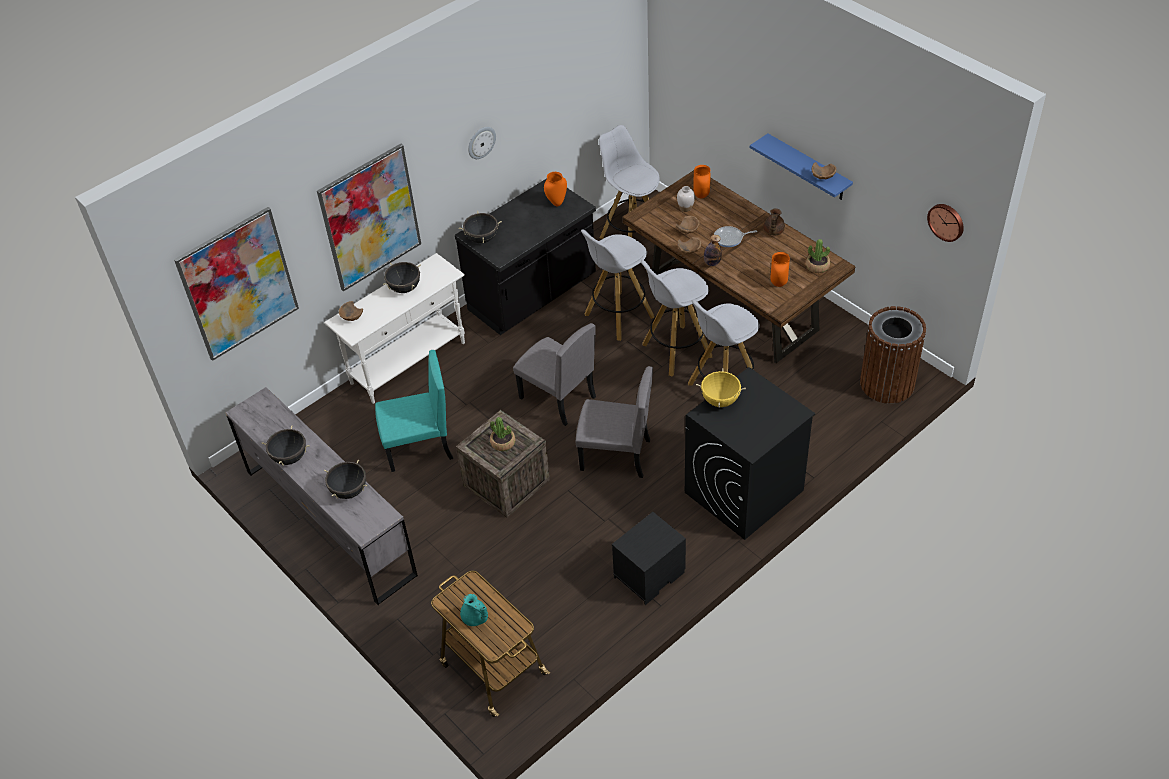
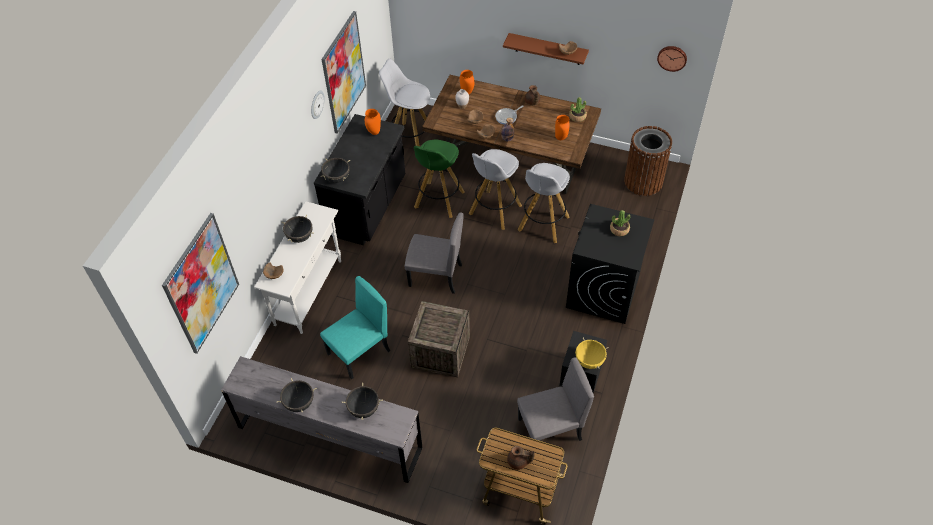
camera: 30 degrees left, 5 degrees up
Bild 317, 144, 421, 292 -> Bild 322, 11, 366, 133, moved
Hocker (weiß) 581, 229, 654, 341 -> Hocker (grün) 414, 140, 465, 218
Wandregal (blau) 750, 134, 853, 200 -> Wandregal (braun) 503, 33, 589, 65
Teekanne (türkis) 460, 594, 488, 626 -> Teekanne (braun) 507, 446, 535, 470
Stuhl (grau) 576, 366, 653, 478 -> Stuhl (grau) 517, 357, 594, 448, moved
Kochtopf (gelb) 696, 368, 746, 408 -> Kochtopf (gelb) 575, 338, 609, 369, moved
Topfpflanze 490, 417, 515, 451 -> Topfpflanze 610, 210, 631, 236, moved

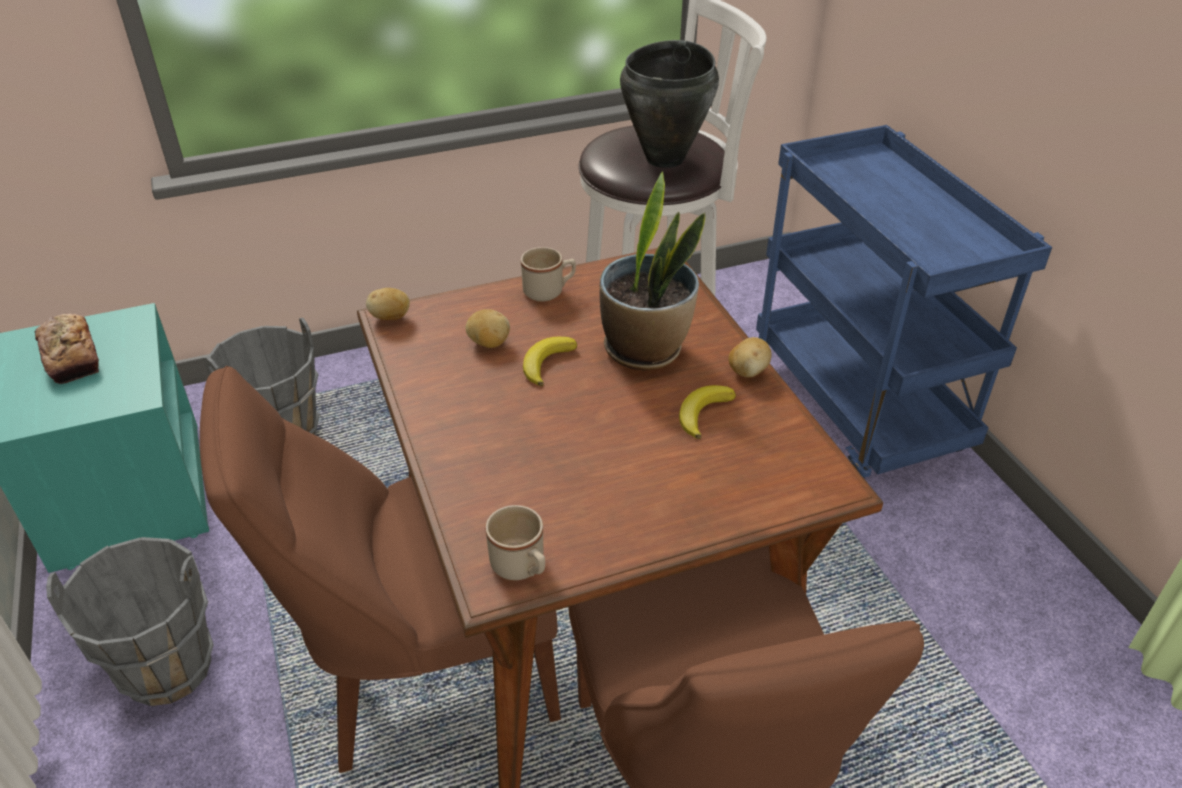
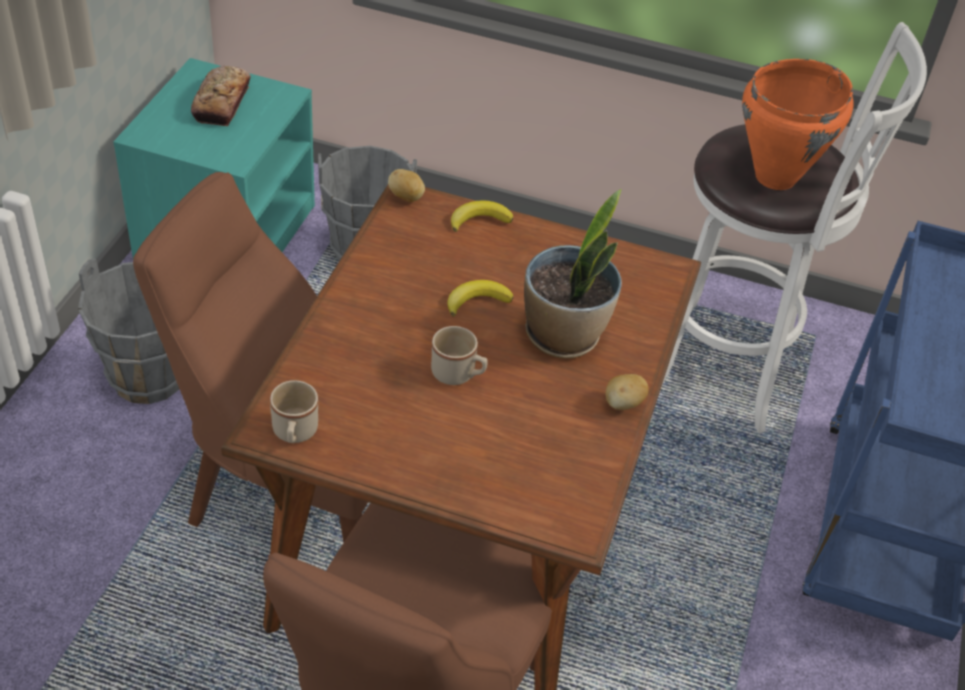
camera: 35 degrees right, 5 degrees up
Henkelbecher (beige) 521, 247, 576, 302 -> Henkelbecher (beige) 431, 326, 488, 385, moved
Banane 679, 385, 736, 439 -> Banane 451, 200, 513, 232, moved
Kochtopf (schwarz) 620, 40, 719, 168 -> Kochtopf (orange) 742, 59, 854, 190
Kartoffel 466, 309, 510, 348 -> none

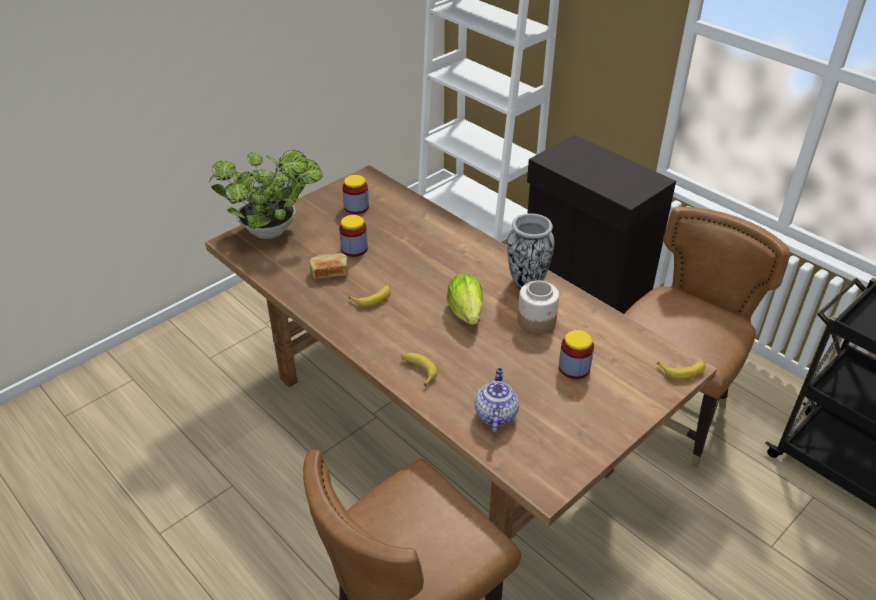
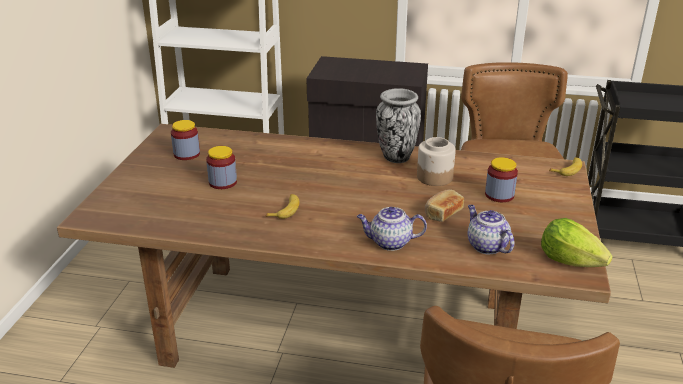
camera: 35 degrees left, 10 degrees down
Banane 402, 353, 438, 387 -> Teekanne 357, 207, 427, 251
Brot 309, 253, 348, 279 -> Brot 425, 189, 464, 222, moved
Salatkopf 447, 273, 483, 325 -> Salatkopf 541, 218, 613, 267, moved
Topfpflanze 209, 150, 323, 239 -> none

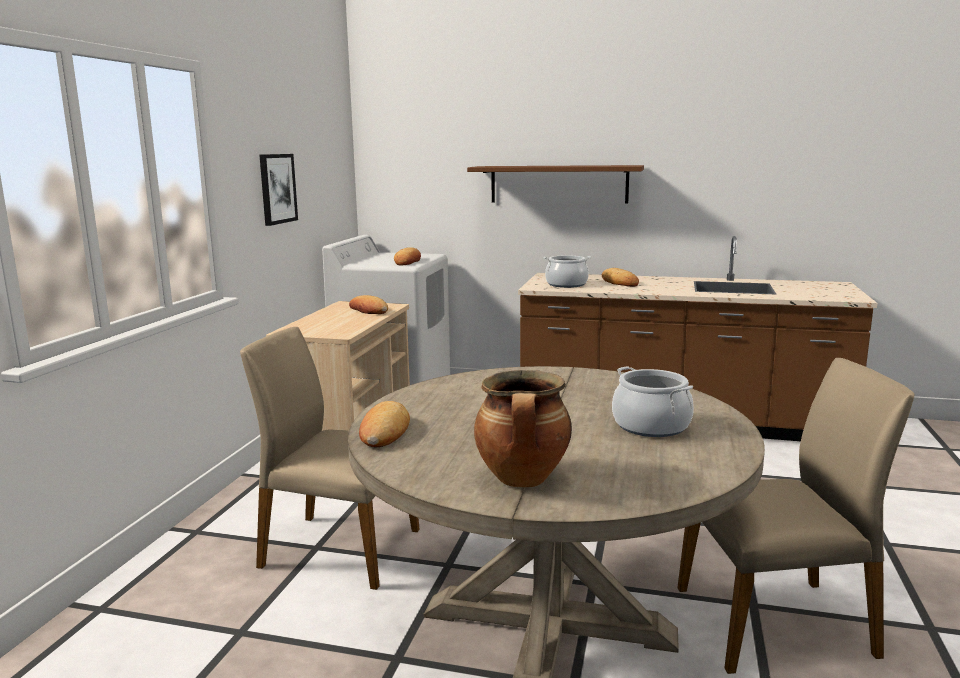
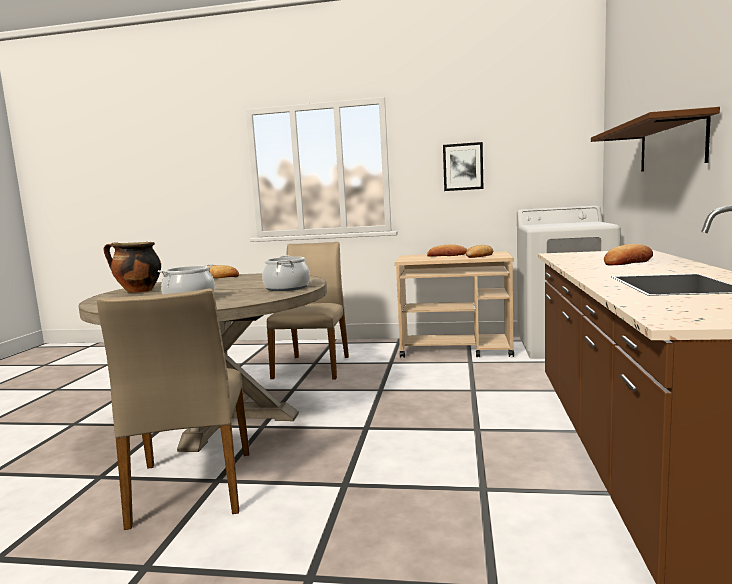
camera: 85 degrees right, 5 degrees down
Kochtopf 543, 255, 591, 288 -> Kochtopf 262, 255, 310, 291, moved
Brot 394, 247, 421, 265 -> Brot 427, 244, 467, 257, moved

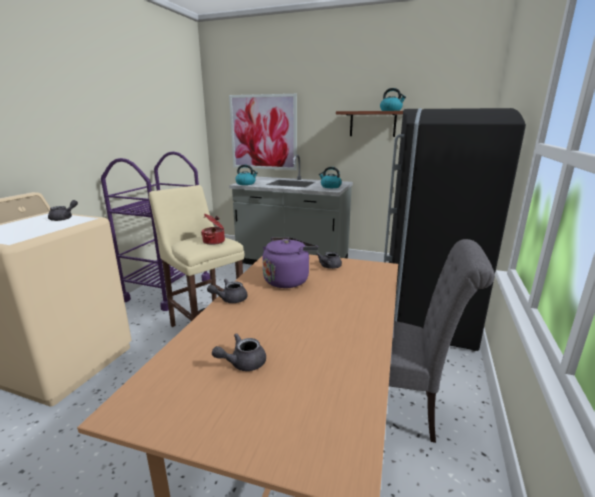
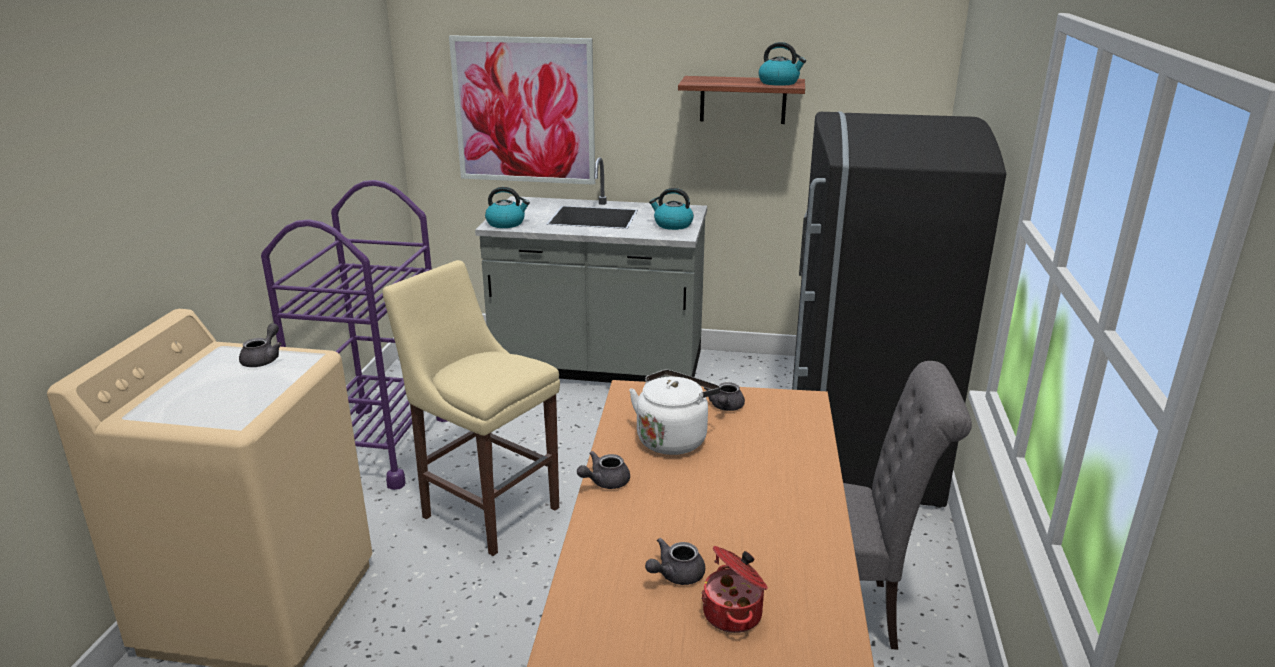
camera: 10 degrees left, 5 degrees up
Wasserkessel (lila) 262, 237, 318, 288 -> Wasserkessel (weiß) 629, 370, 720, 455
Kochtopf 201, 214, 225, 245 -> Kochtopf 701, 546, 768, 633, moved

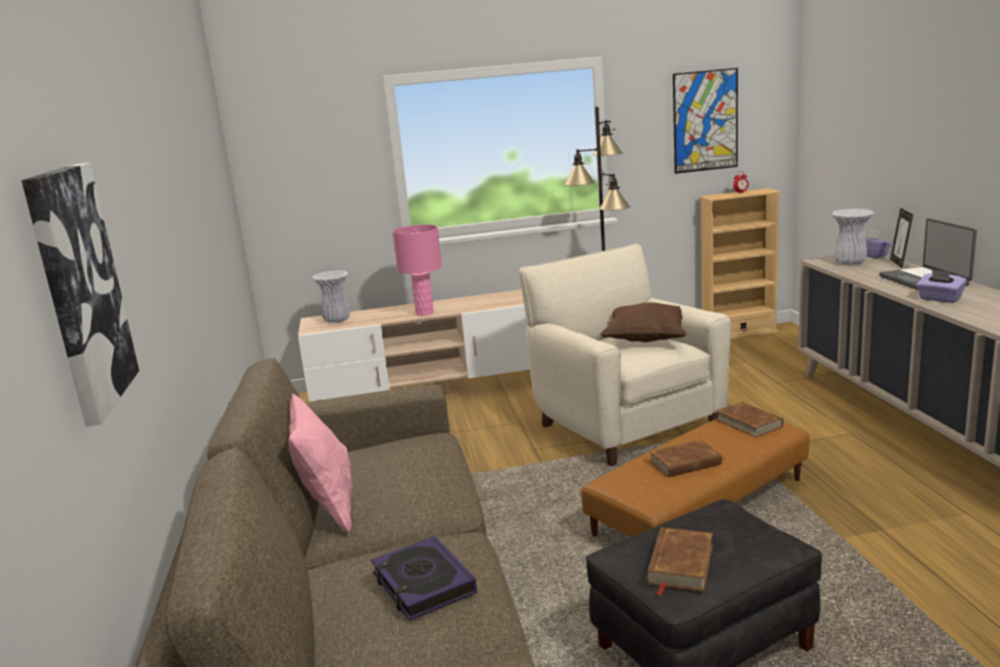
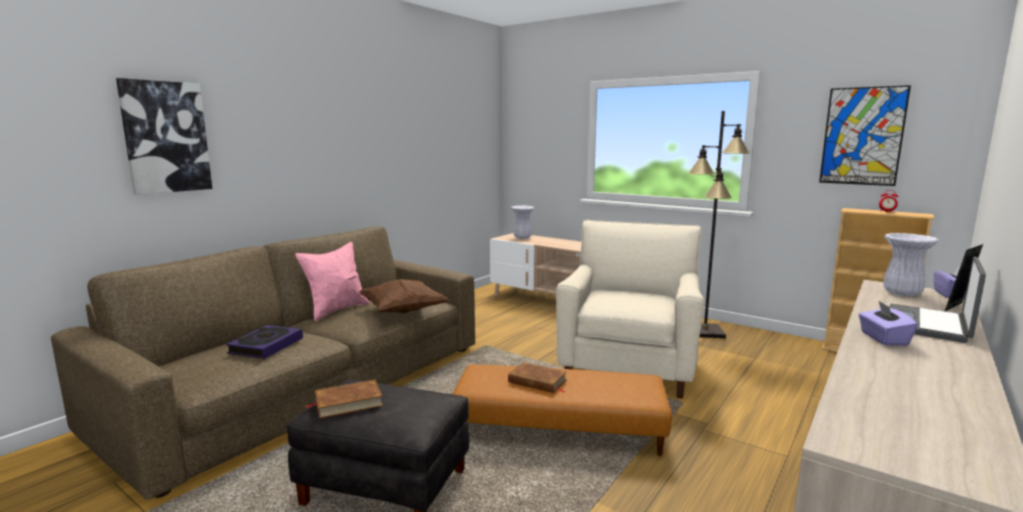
camera: 45 degrees right, 5 degrees down
Kissen (braun) 600, 302, 687, 342 -> Kissen (braun) 359, 279, 449, 313, moved
Tischlampe (rosa) 392, 225, 442, 316 -> none
Buch (braun) 716, 402, 783, 437 -> none

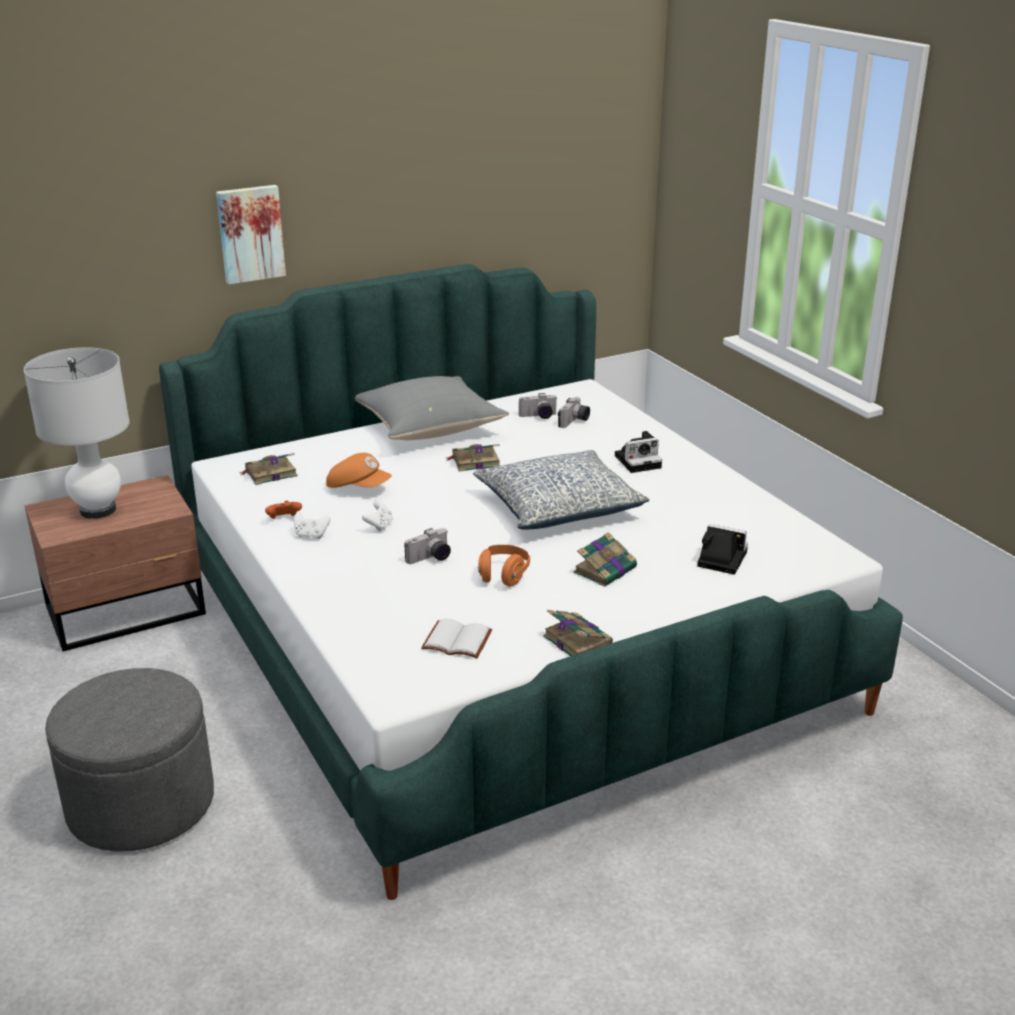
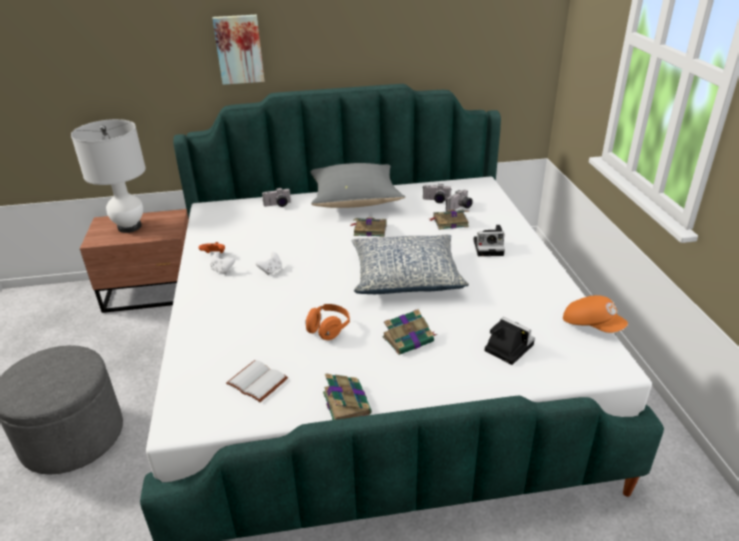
camera: 20 degrees right, 5 degrees up
Kamera 404, 528, 451, 564 -> Kamera 262, 188, 291, 207, moved
Buch 240, 453, 297, 485 -> Buch 429, 210, 469, 230, moved
Kappe (orange) 326, 453, 392, 488 -> Kappe (orange) 563, 295, 628, 333, moved

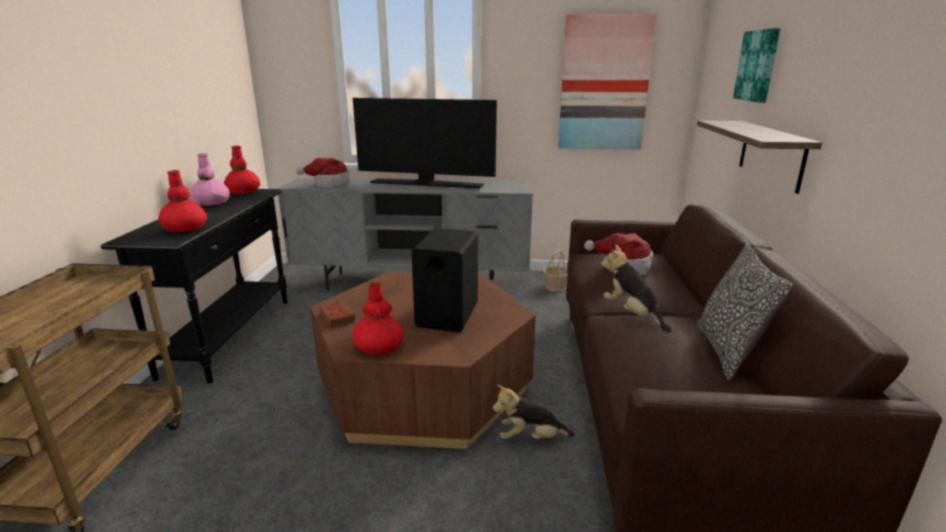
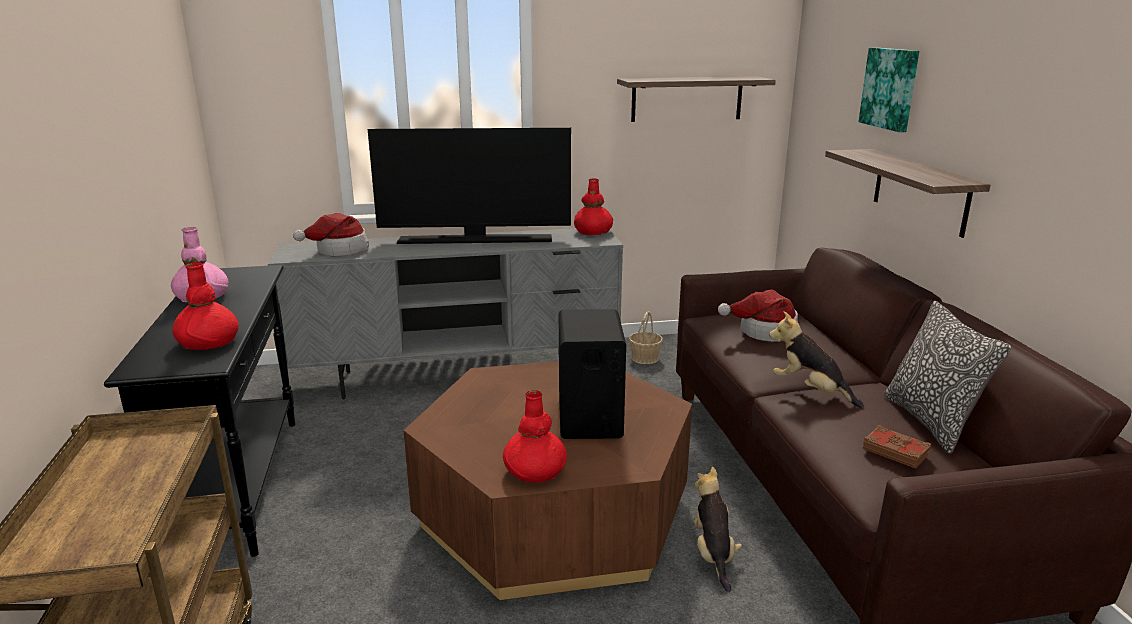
camera: 15 degrees left, 0 degrees up
Vase (rot) 224, 146, 260, 194 -> Vase (rot) 574, 178, 613, 235, moved
Bild 558, 14, 657, 149 -> Wandregal 617, 76, 776, 122
Plüschtier 493, 385, 575, 439 -> Plüschtier 694, 467, 742, 592, 105 degrees clockwise
Buch (braun) 319, 300, 356, 328 -> Buch (braun) 863, 425, 931, 468, moved

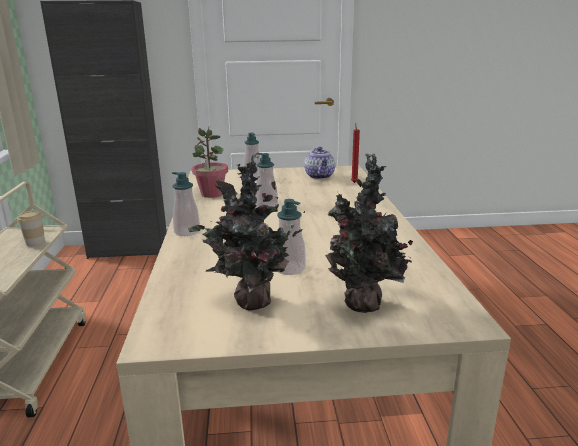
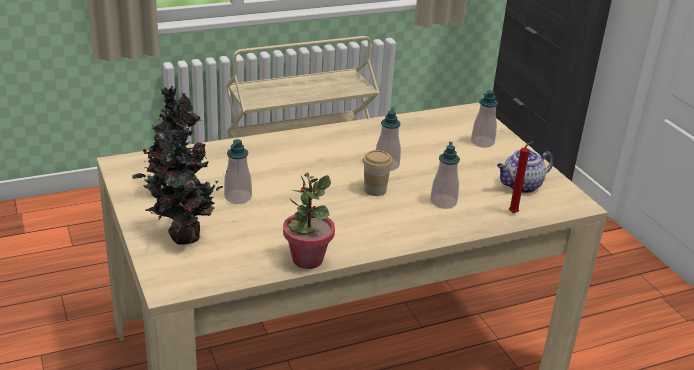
camera: 70 degrees right, 10 degrees up
Topfpflanze 192, 126, 228, 198 -> Topfpflanze 283, 172, 335, 269, moved
Tasse 17, 211, 45, 247 -> Tasse 363, 150, 393, 196, moved
Seifenspender 172, 172, 200, 236 -> Seifenspender 430, 142, 460, 209, moved

